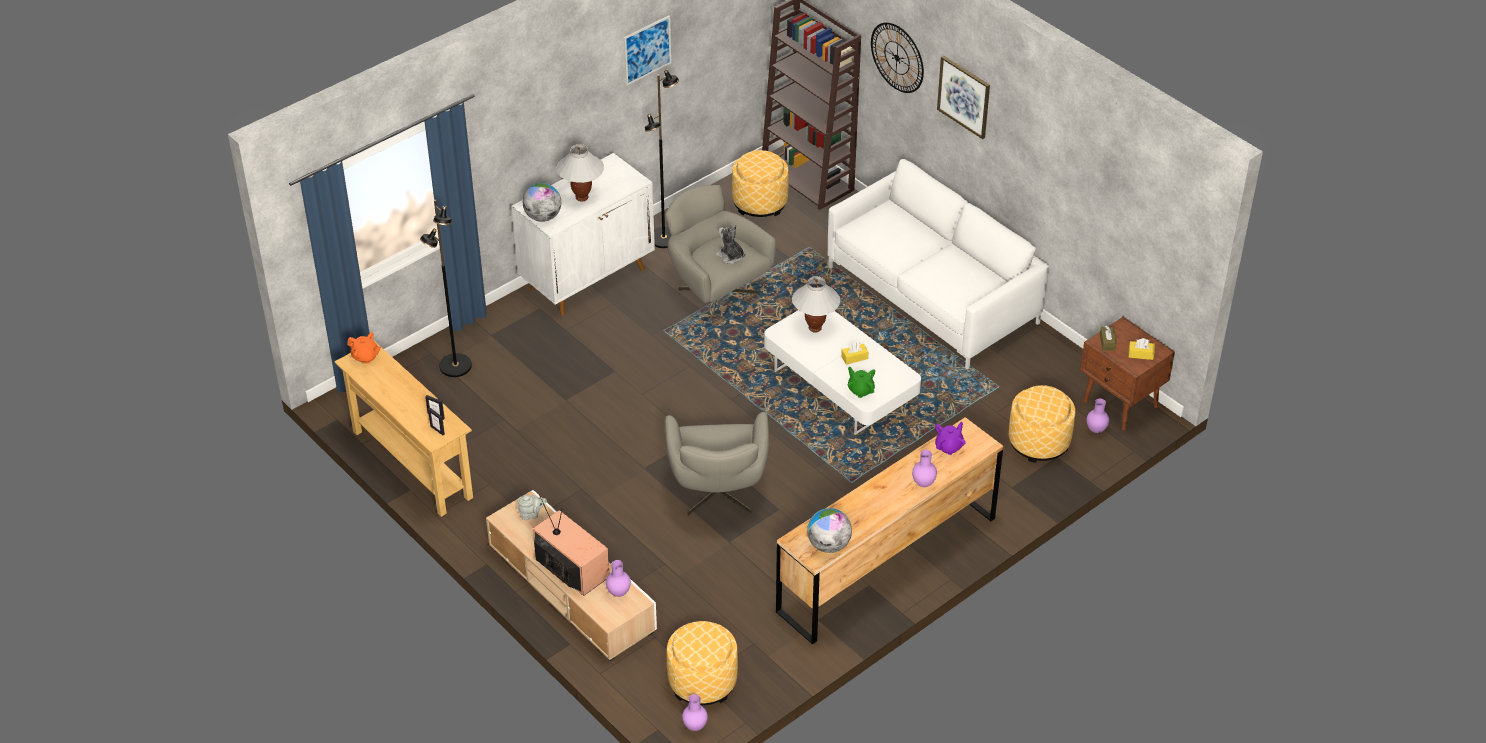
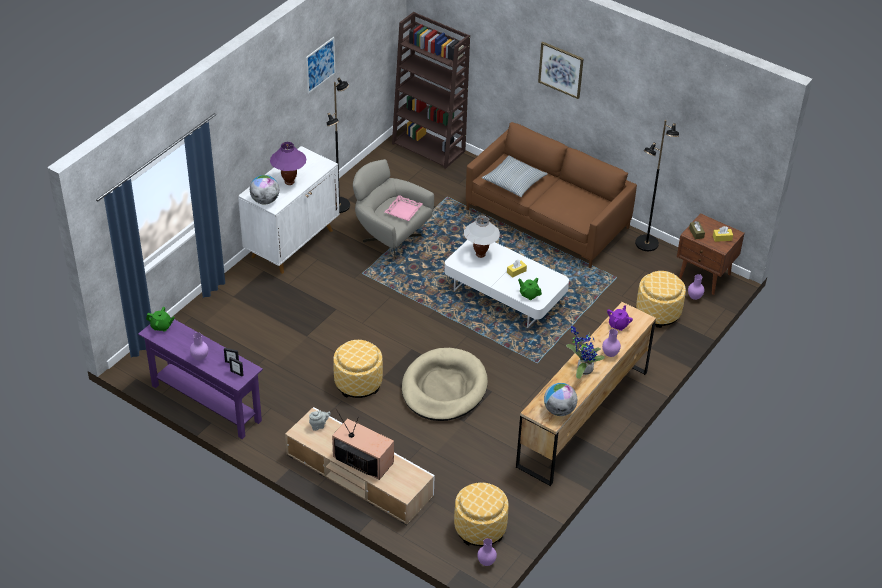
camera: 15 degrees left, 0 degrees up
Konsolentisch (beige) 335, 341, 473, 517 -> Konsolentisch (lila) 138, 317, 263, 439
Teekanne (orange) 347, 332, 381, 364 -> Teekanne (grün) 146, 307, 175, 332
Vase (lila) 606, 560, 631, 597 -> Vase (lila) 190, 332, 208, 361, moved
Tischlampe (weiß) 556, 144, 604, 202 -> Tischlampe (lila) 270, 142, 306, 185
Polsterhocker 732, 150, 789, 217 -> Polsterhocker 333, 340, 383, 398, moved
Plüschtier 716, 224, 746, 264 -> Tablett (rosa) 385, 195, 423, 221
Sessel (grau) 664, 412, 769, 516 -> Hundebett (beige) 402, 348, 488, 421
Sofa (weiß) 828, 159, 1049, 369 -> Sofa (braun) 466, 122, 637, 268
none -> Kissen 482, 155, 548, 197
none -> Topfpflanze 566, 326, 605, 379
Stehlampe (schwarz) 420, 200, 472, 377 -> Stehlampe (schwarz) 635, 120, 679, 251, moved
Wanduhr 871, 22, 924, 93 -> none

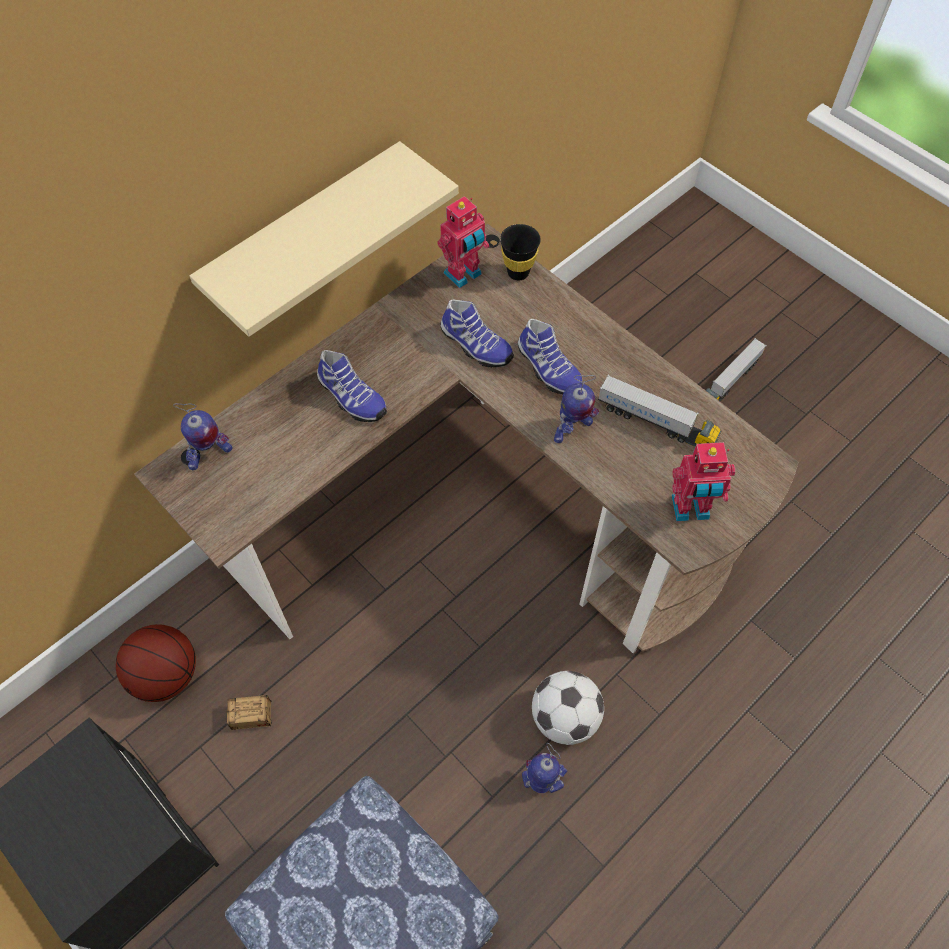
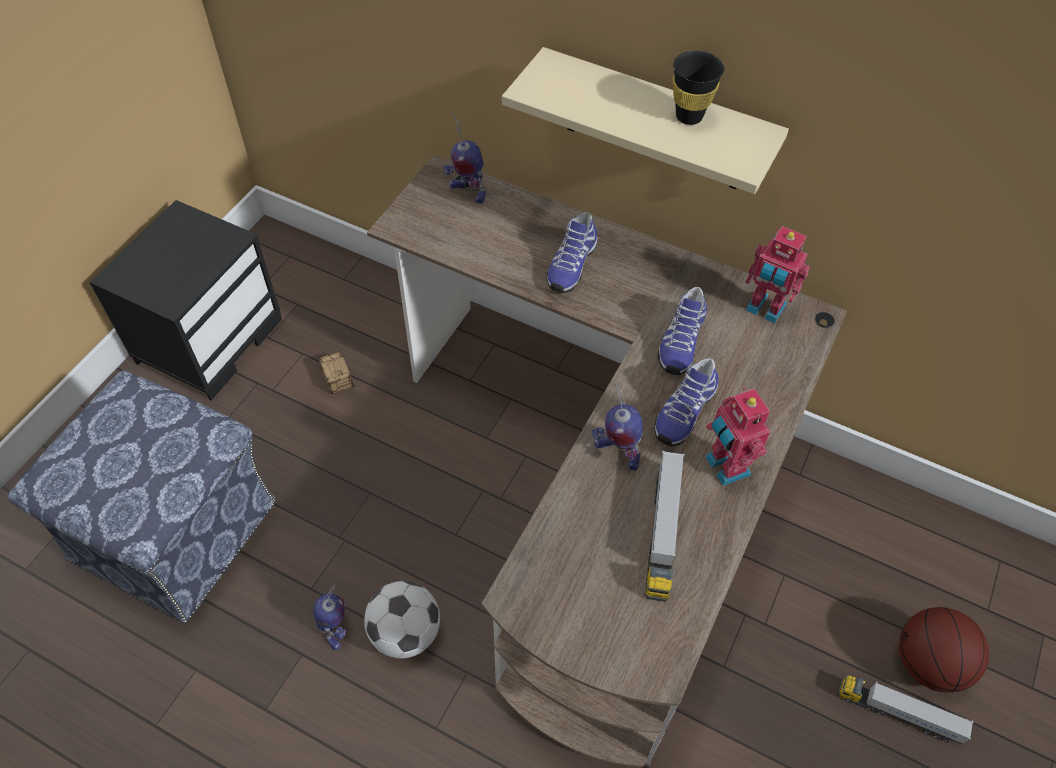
camera: 70 degrees right, 5 degrees down
Tasse (schwarz) 500, 224, 541, 280 -> Tasse (schwarz) 673, 51, 724, 125, moved
Spielzeugroboter 672, 442, 735, 521 -> Spielzeugroboter 706, 388, 771, 486, moved
Basketball 116, 624, 196, 702 -> Basketball 899, 607, 989, 693, moved

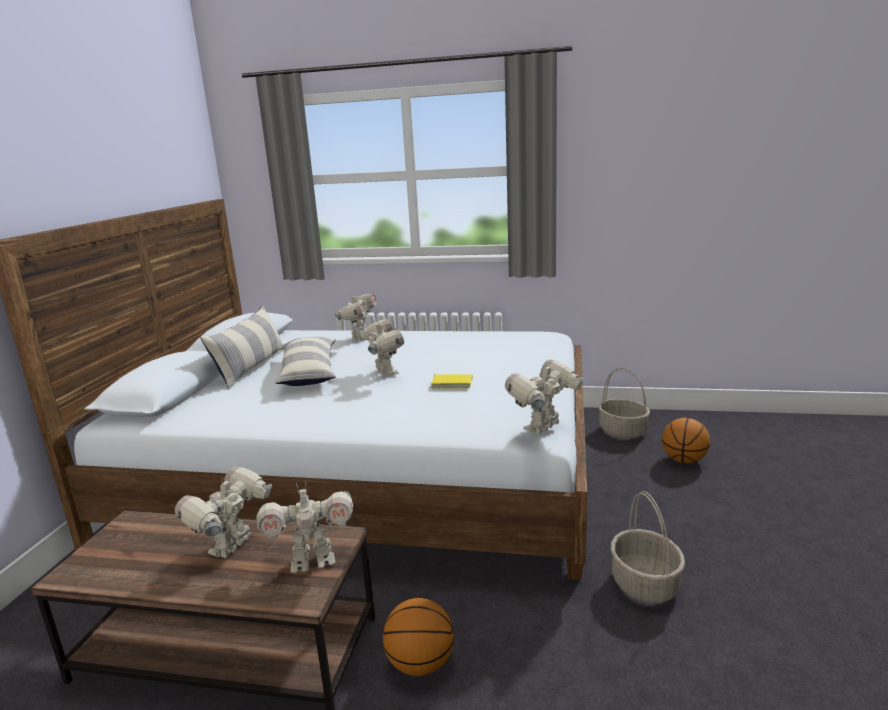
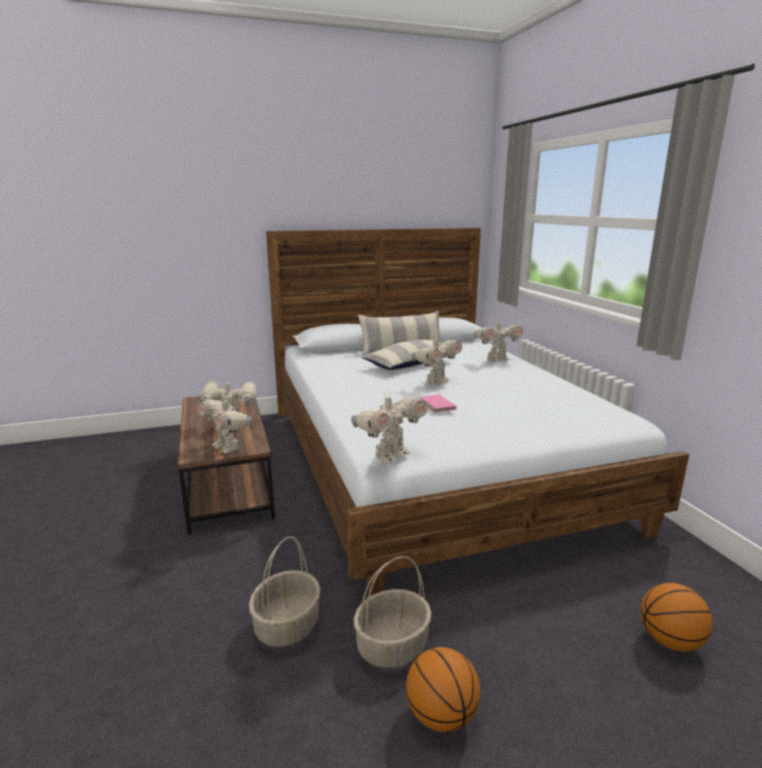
camera: 60 degrees right, 0 degrees up
Korb 598, 368, 650, 439 -> Korb 249, 536, 320, 647, moved
Spielzeugroboter 505, 360, 584, 434 -> Spielzeugroboter 351, 391, 428, 463, 120 degrees clockwise
Basketball 383, 598, 454, 676 -> Basketball 406, 647, 480, 732, moved
Buch (gelb) 431, 372, 472, 389 -> Buch (rosa) 420, 393, 457, 413

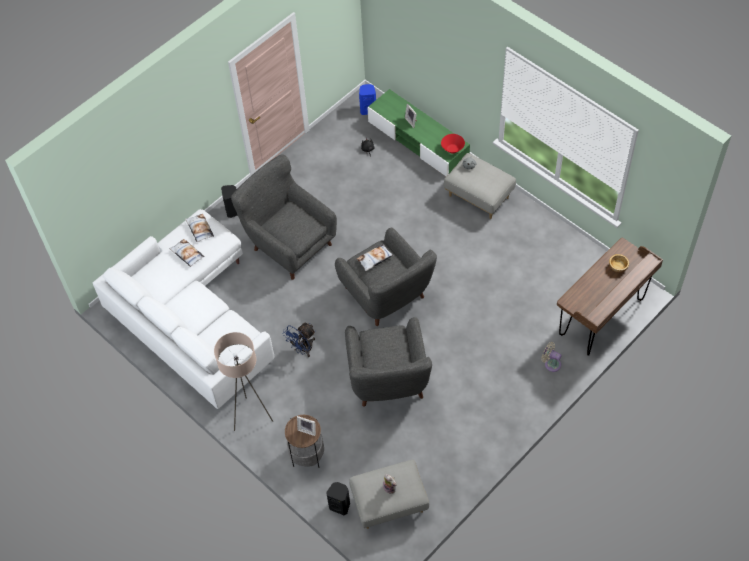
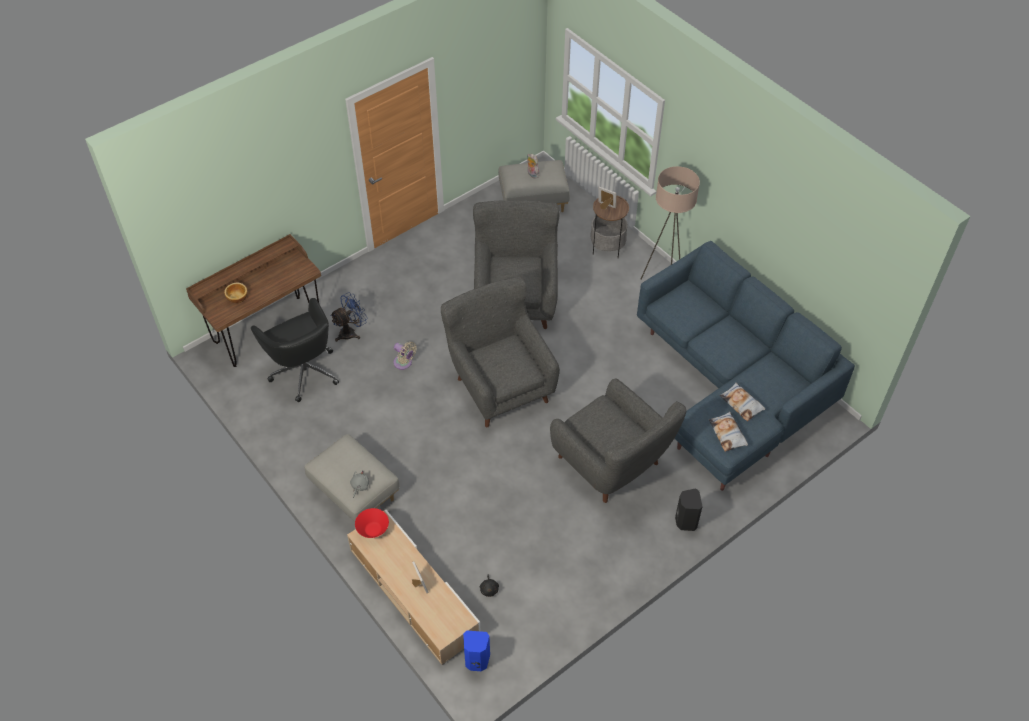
camera: 175 degrees left, 5 degrees down
none -> Bürostuhl (schwarz) 251, 298, 339, 402
Ventilator (blau) 282, 323, 315, 357 -> Ventilator (blau) 330, 292, 368, 342, moved
Fernsehschrank (grün) 367, 89, 470, 176 -> Fernsehschrank (beige) 347, 510, 481, 665
Ventilator (beige) 541, 342, 562, 372 -> Ventilator (beige) 393, 342, 417, 370, moved
Sofa (weiß) 93, 209, 274, 409 -> Sofa (blau) 637, 241, 855, 491
Lautsprecher (schwarz) 326, 482, 350, 515 -> none
Kissen 357, 244, 393, 271 -> none

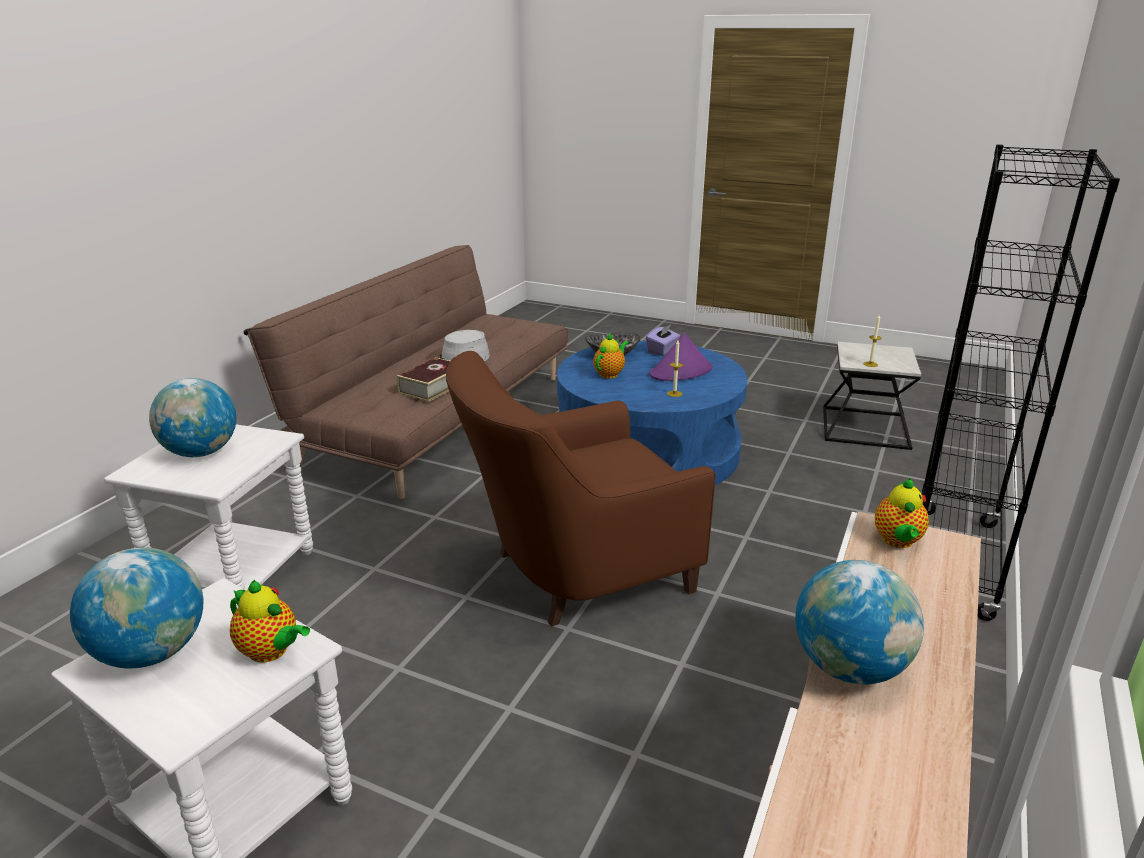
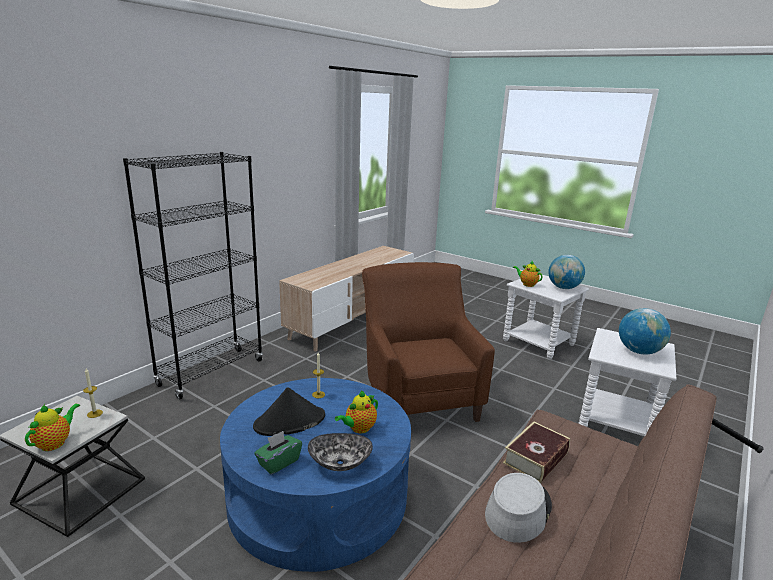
camera: 170 degrees left, 5 degrees down
Teekanne 875, 478, 929, 548 -> Teekanne 25, 403, 80, 451, moved
Hut (lila) 650, 332, 712, 381 -> Hut (schwarz) 253, 387, 325, 436
Taschentuchbox (lila) 646, 324, 680, 356 -> Taschentuchbox (grün) 255, 431, 302, 475
Sessel (braun) 446, 351, 716, 627 -> Sessel (braun) 362, 262, 495, 422, 90 degrees counterclockwise
Globus 795, 560, 924, 684 -> none

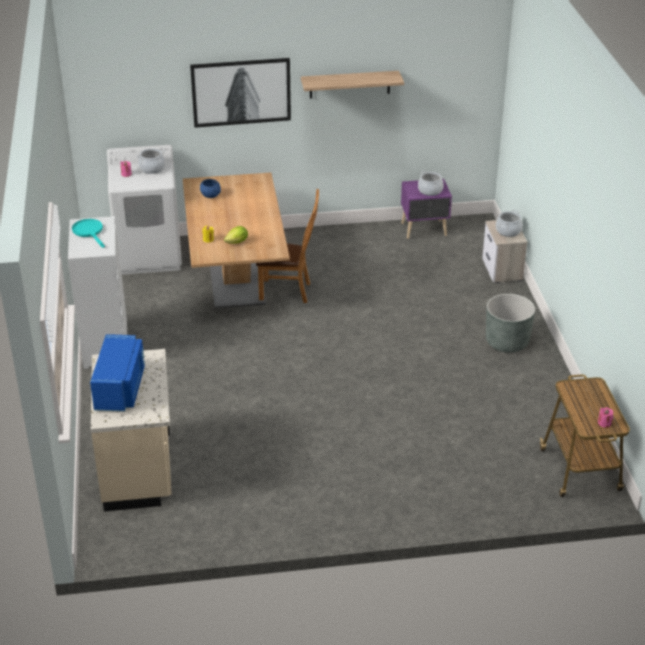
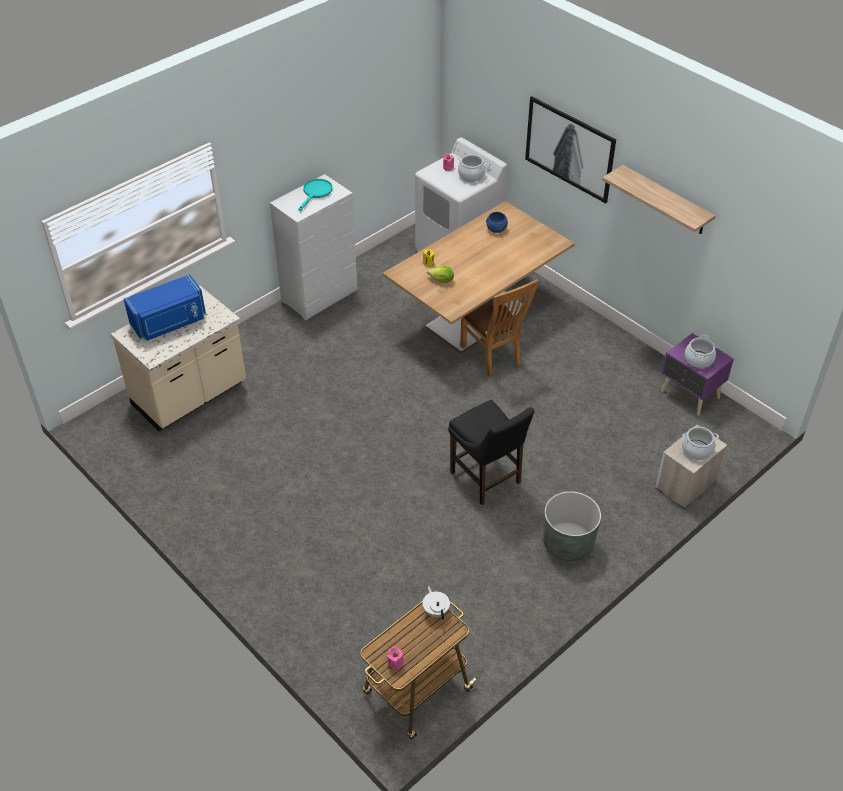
camera: 55 degrees right, 10 degrees up
none -> Teekanne (weiß) 423, 586, 450, 620
none -> Stuhl (schwarz) 448, 400, 534, 505

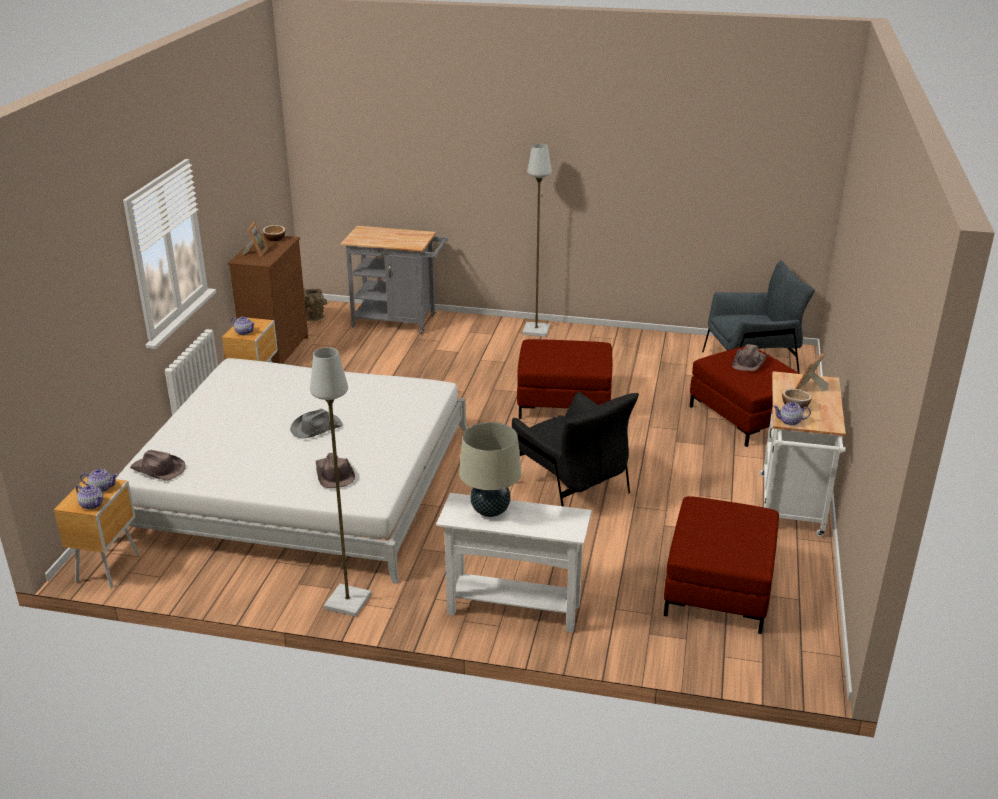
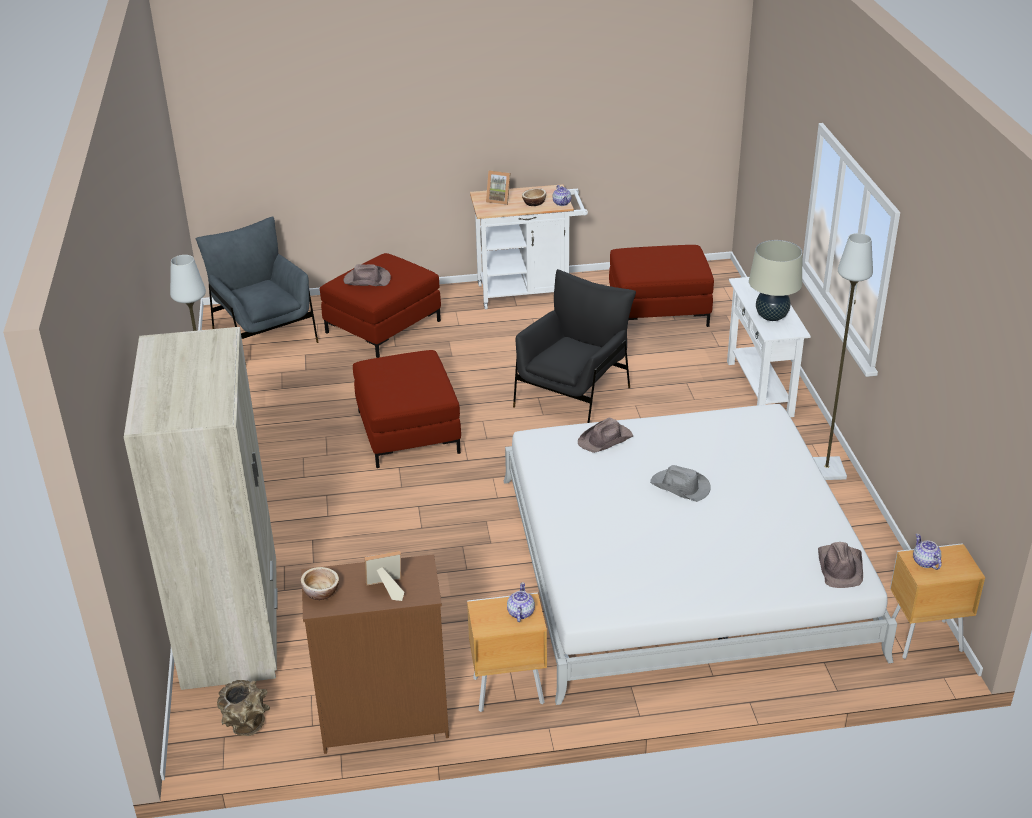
camera: 110 degrees left, 5 degrees up
Rollwagen (grau) 341, 226, 448, 334 -> Kleiderschrank (beige) 124, 327, 278, 690
Hut (braun) 316, 453, 355, 488 -> Hut (braun) 578, 418, 633, 453, moved
Teekanne 76, 485, 103, 510 -> none

